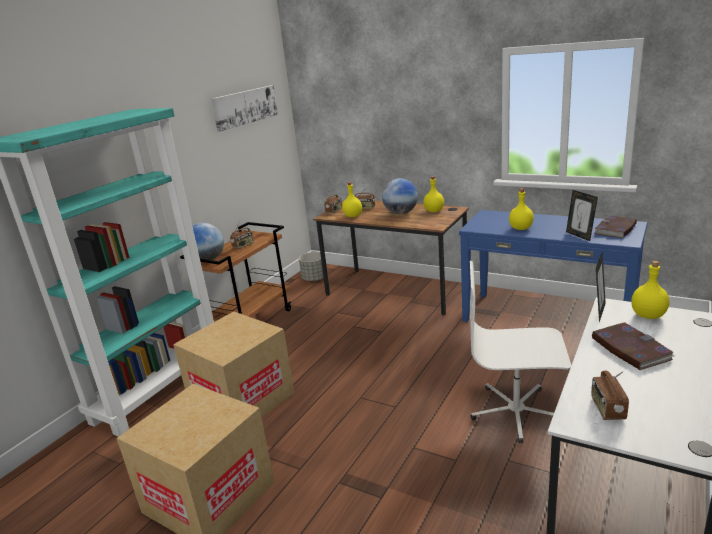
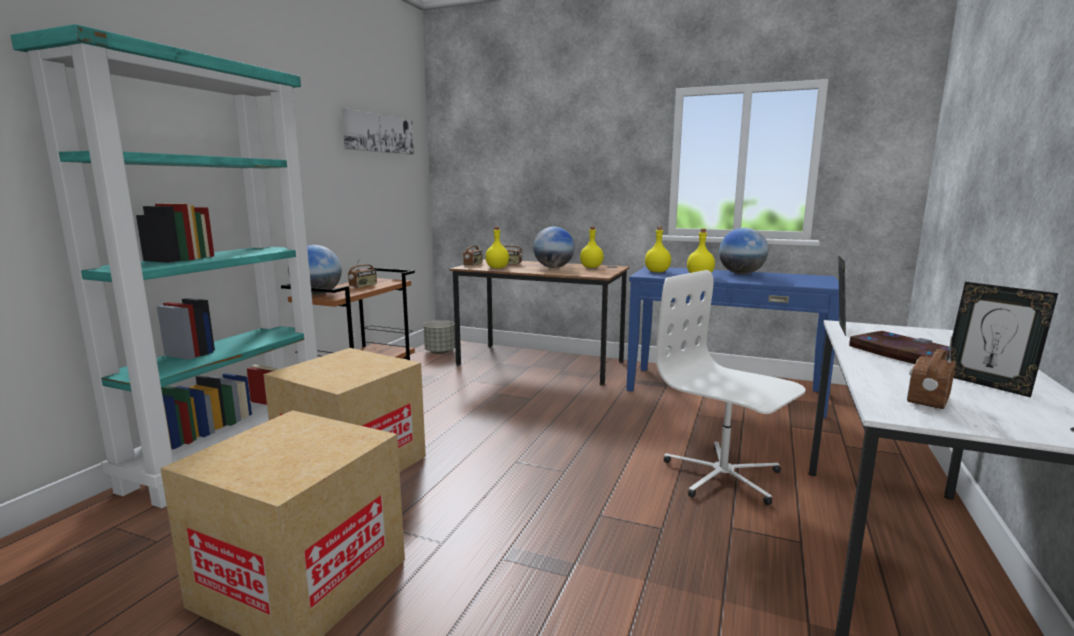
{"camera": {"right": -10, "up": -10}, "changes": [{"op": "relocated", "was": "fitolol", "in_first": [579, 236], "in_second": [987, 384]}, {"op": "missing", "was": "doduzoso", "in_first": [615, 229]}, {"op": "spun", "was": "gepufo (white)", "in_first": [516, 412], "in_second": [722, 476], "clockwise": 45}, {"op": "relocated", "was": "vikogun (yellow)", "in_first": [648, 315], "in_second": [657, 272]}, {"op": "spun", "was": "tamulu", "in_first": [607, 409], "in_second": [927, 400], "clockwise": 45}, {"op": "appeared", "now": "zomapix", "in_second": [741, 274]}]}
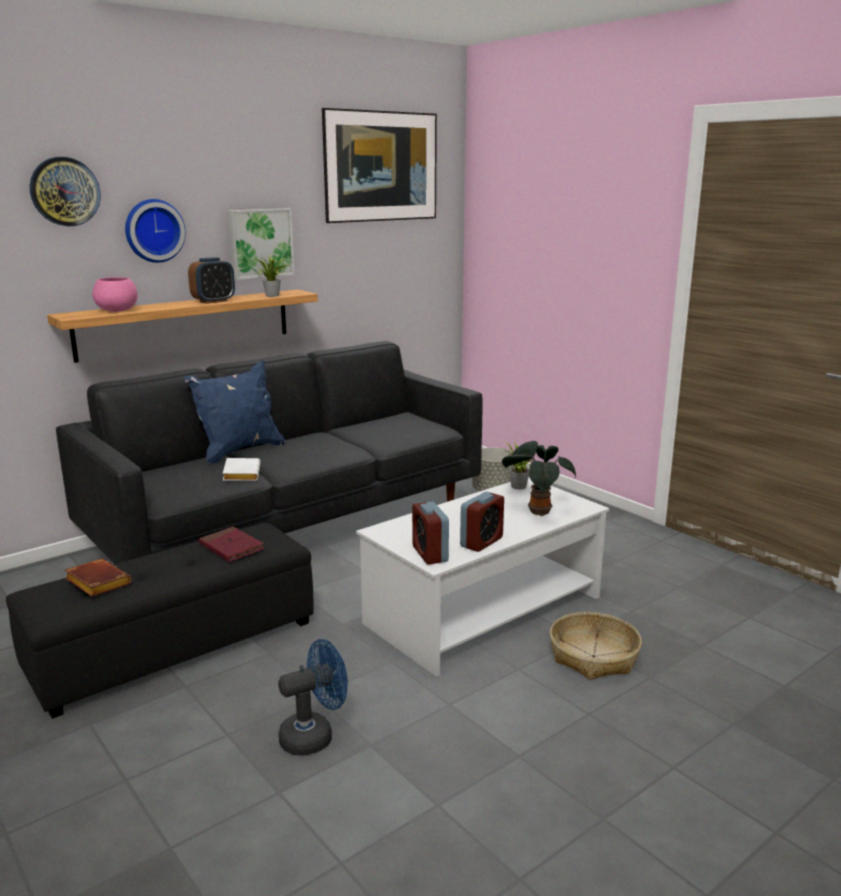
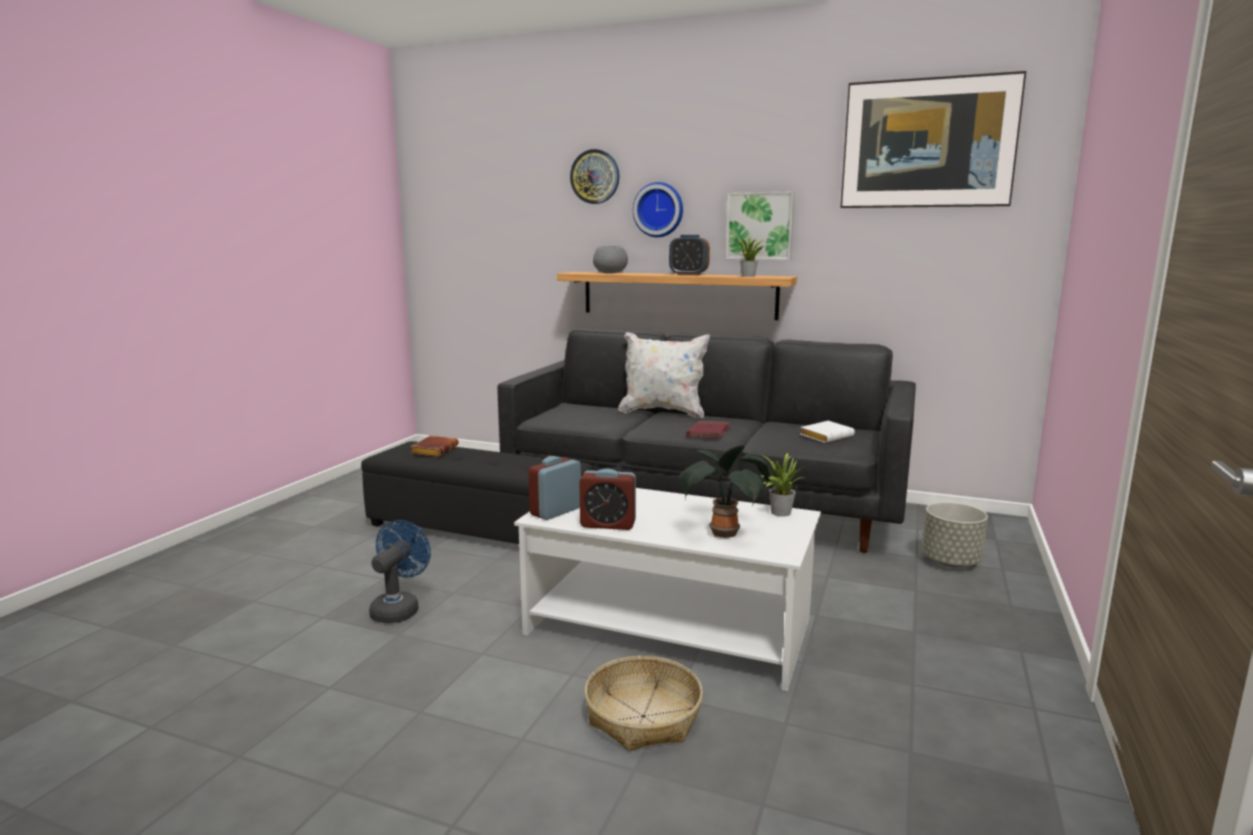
{"camera": {"right": 60, "up": -5}, "changes": [{"op": "colour", "was": "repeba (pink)", "now": "repeba (grey)", "in_first": [117, 310], "in_second": [610, 273]}, {"op": "colour", "was": "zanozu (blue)", "now": "zanozu (white)", "in_first": [239, 451], "in_second": [663, 412]}, {"op": "relocated", "was": "doduzoso (white)", "in_first": [240, 474], "in_second": [826, 436]}, {"op": "relocated", "was": "doduzoso (red)", "in_first": [231, 547], "in_second": [708, 432]}, {"op": "spun", "was": "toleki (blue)", "in_first": [314, 735], "in_second": [399, 608], "clockwise": -105}]}
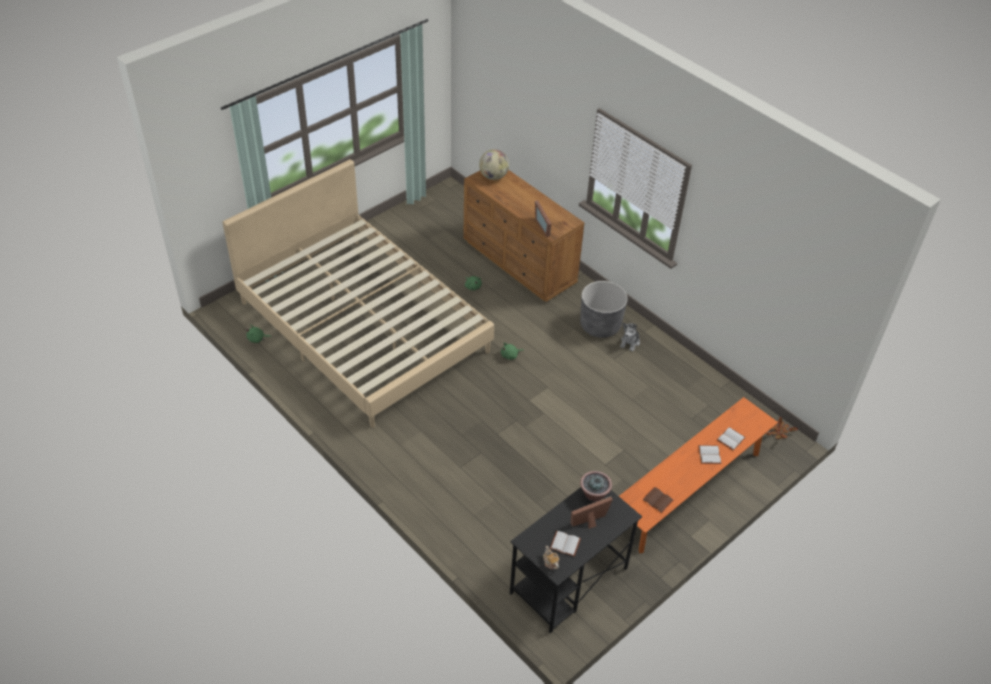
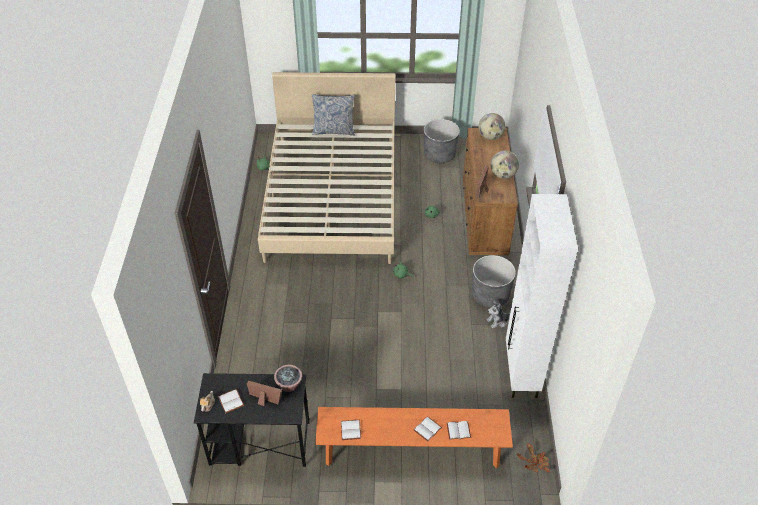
{"camera": {"right": 45, "up": 0}, "changes": [{"op": "colour", "was": "doduzoso (brown)", "now": "doduzoso (white)", "in_first": [658, 500], "in_second": [351, 430]}, {"op": "appeared", "now": "zanozu", "in_second": [334, 130]}, {"op": "appeared", "now": "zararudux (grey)", "in_second": [439, 155]}, {"op": "appeared", "now": "zomapix", "in_second": [503, 175]}, {"op": "appeared", "now": "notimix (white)", "in_second": [521, 373]}]}
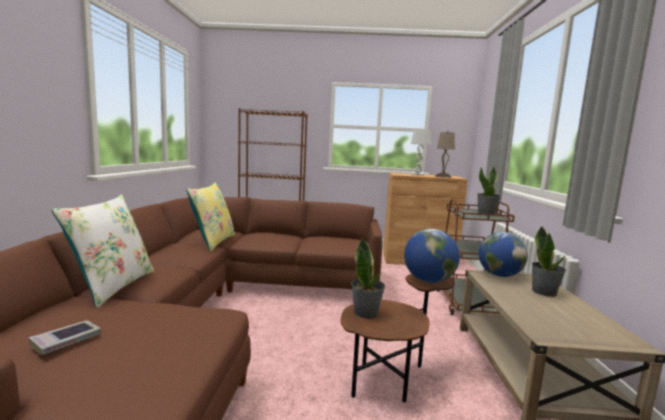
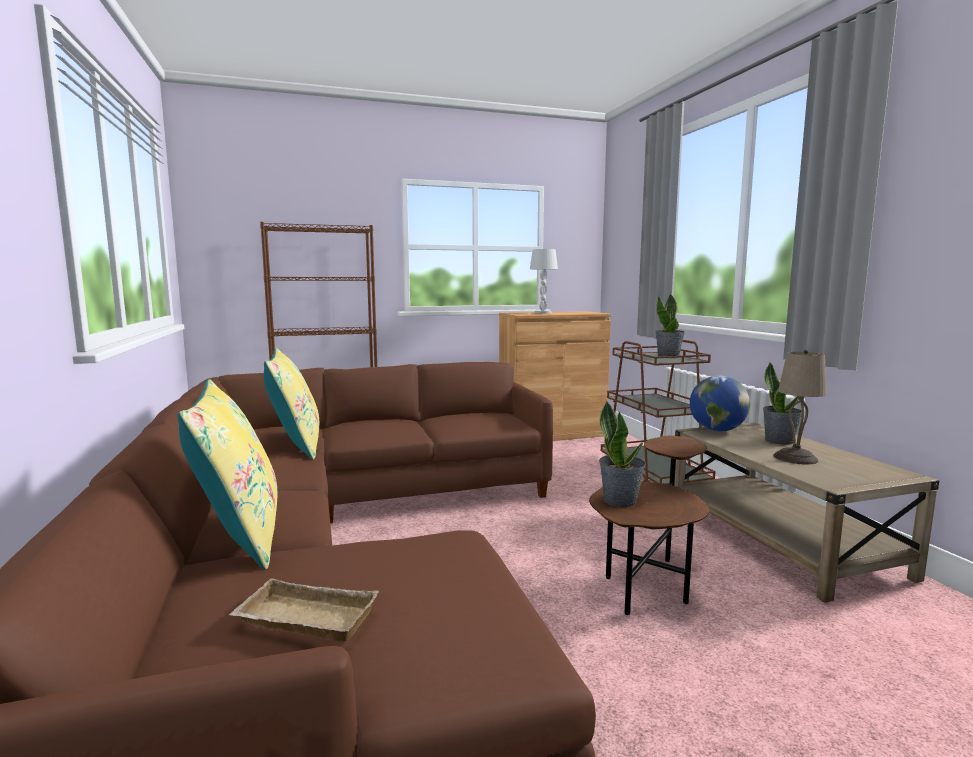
{"camera": {"right": -20, "up": 0}, "changes": [{"op": "relocated", "was": "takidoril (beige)", "in_first": [442, 176], "in_second": [794, 458]}, {"op": "colour", "was": "zanozu (white)", "now": "zanozu (yellow)", "in_first": [112, 286], "in_second": [240, 536]}, {"op": "missing", "was": "zomapix", "in_first": [428, 281]}, {"op": "exchanged", "was": "doduzoso", "now": "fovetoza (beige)", "in_first": [66, 341], "in_second": [303, 620]}]}
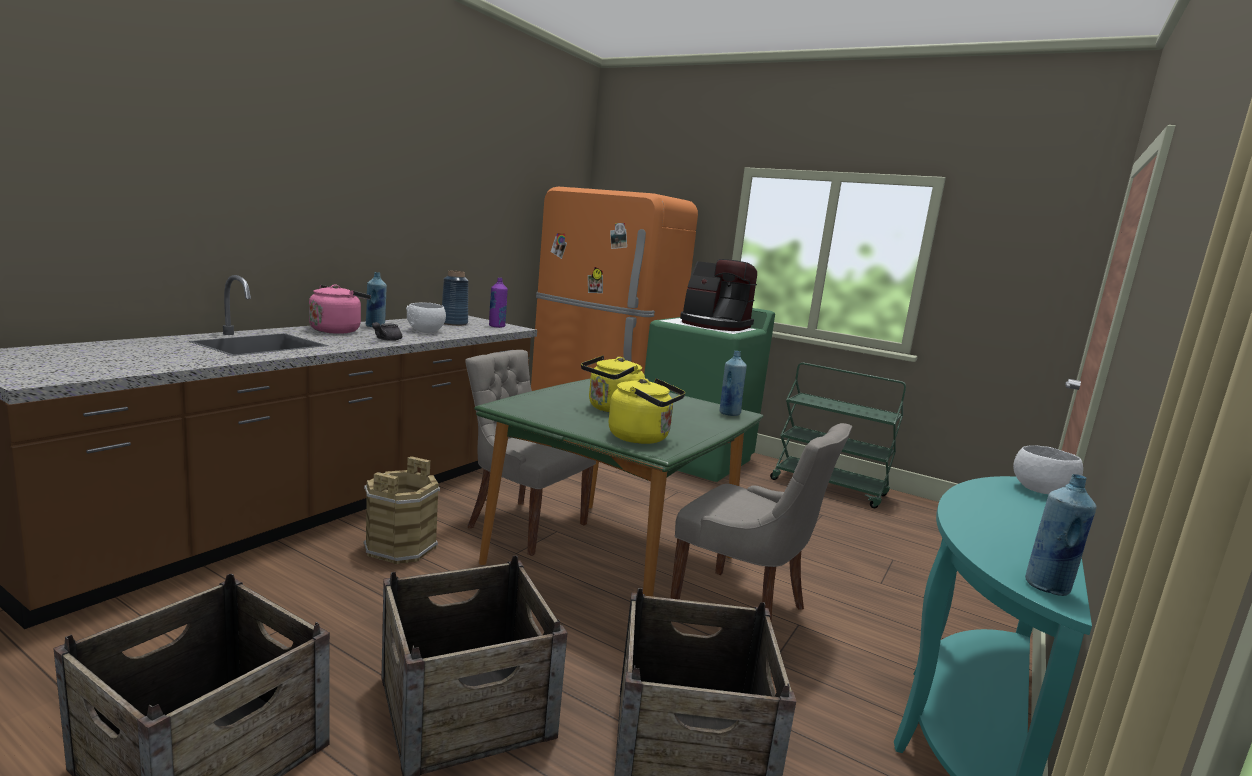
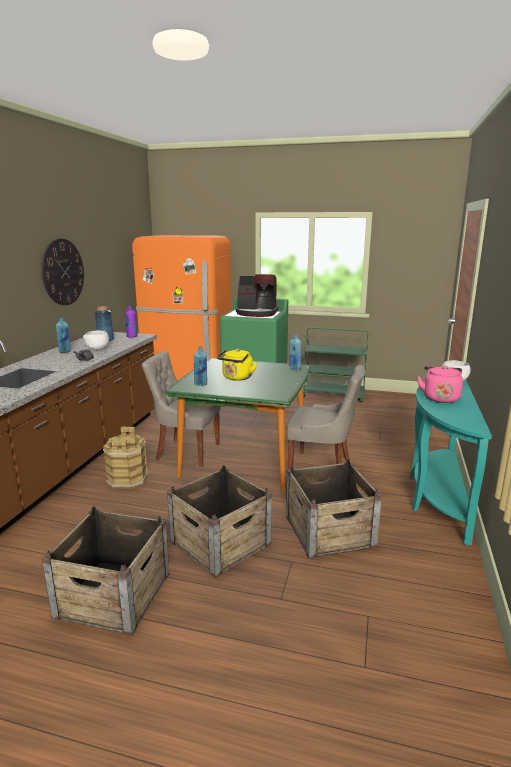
{"camera": {"right": -15, "up": 5}, "changes": [{"op": "relocated", "was": "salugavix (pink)", "in_first": [337, 330], "in_second": [440, 398]}, {"op": "missing", "was": "salugavix (yellow)", "in_first": [642, 438]}, {"op": "relocated", "was": "vikogun (blue)", "in_first": [1047, 587], "in_second": [201, 384]}, {"op": "appeared", "now": "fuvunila", "in_second": [63, 272]}]}
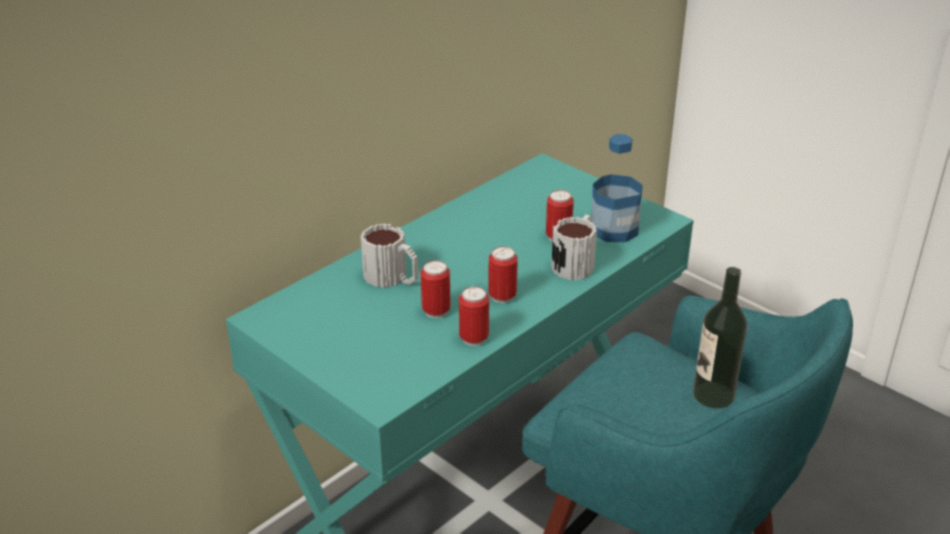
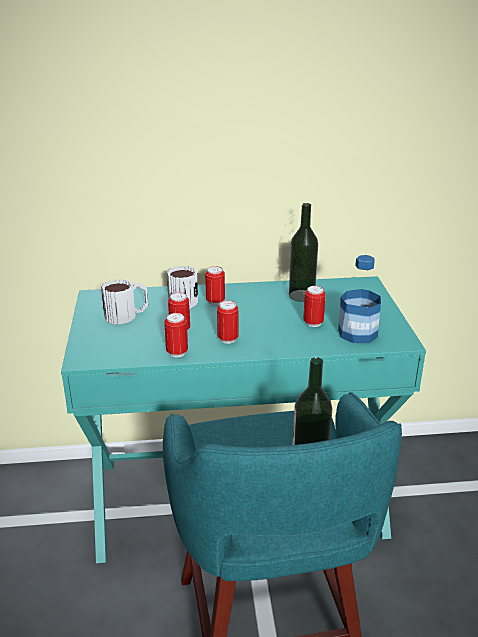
{"camera": {"right": 40, "up": -5}, "changes": [{"op": "relocated", "was": "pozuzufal", "in_first": [576, 263], "in_second": [127, 315]}, {"op": "appeared", "now": "vikogun", "in_second": [301, 295]}, {"op": "appeared", "now": "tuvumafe", "in_second": [215, 302]}]}
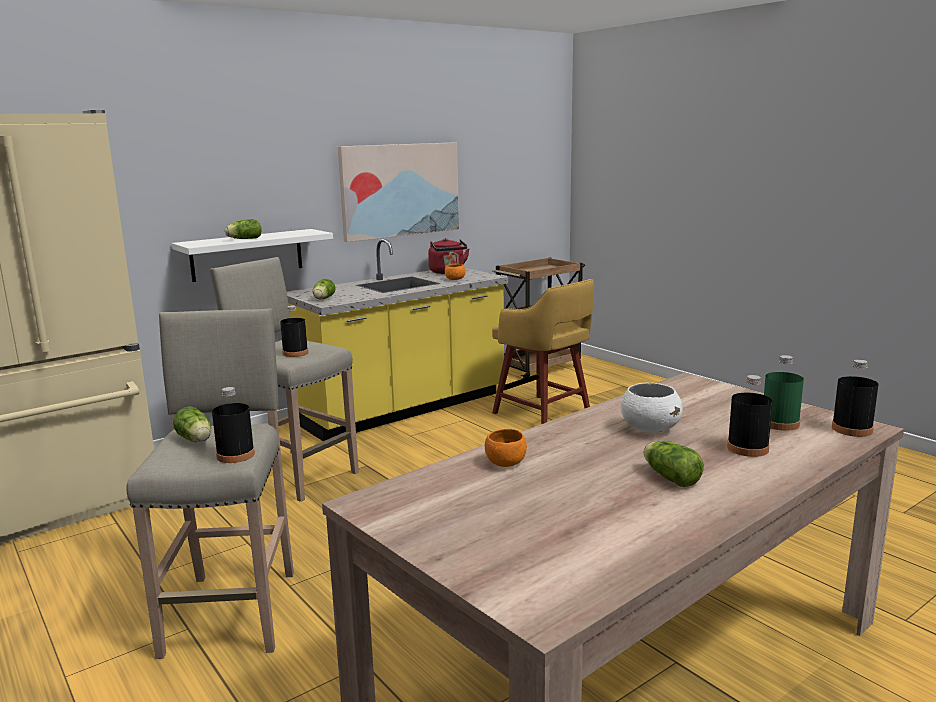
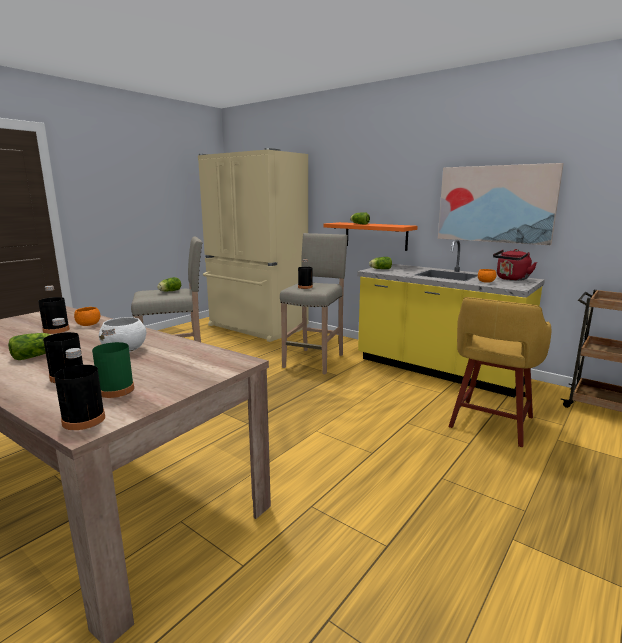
{"camera": {"right": 75, "up": 0}, "changes": [{"op": "colour", "was": "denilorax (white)", "now": "denilorax (orange)", "in_first": [247, 255], "in_second": [375, 236]}, {"op": "relocated", "was": "vikogun (black)", "in_first": [235, 455], "in_second": [56, 330]}]}
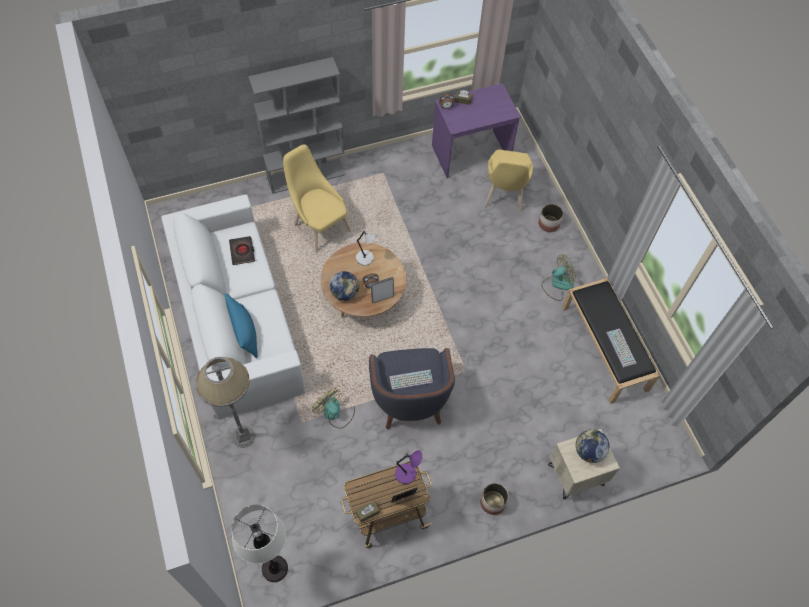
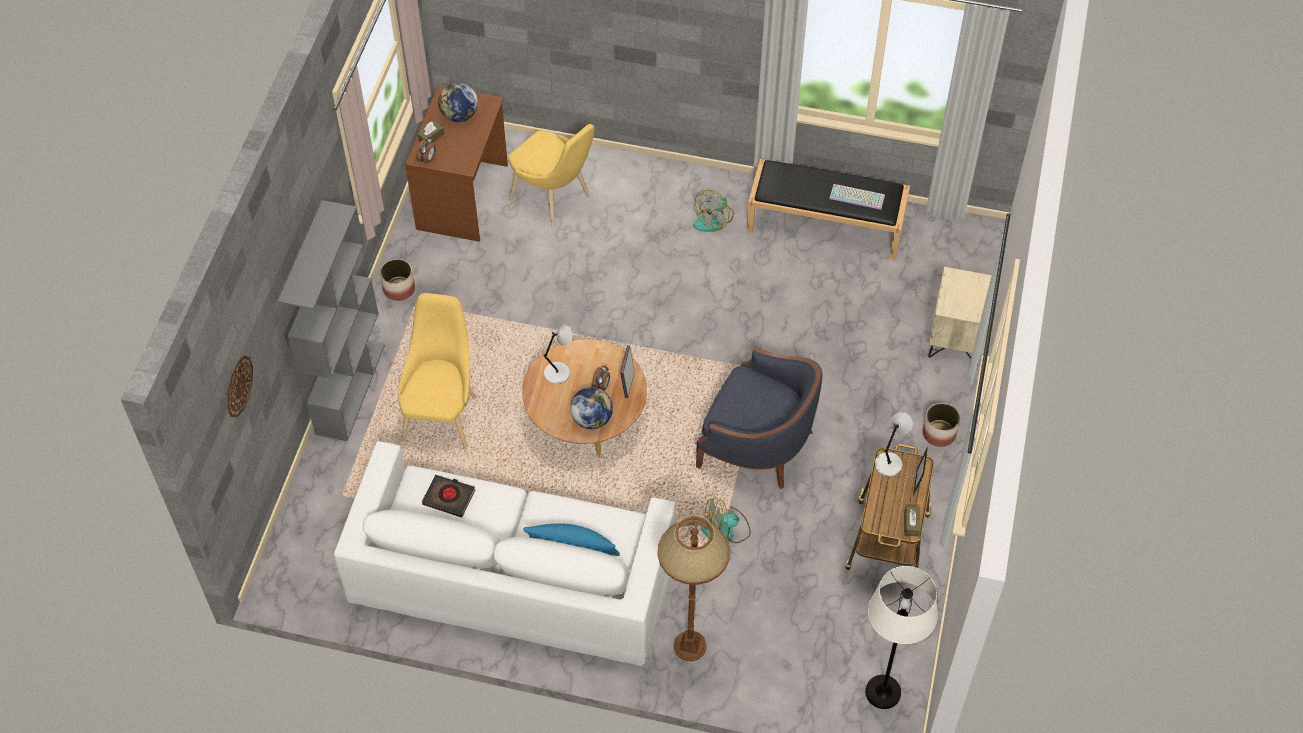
{"camera": {"right": -55, "up": -5}, "changes": [{"op": "colour", "was": "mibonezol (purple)", "now": "mibonezol (brown)", "in_first": [471, 154], "in_second": [463, 197]}, {"op": "spun", "was": "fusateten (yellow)", "in_first": [319, 226], "in_second": [442, 414], "clockwise": 105}, {"op": "relocated", "was": "zararudux", "in_first": [549, 223], "in_second": [399, 288]}, {"op": "spun", "was": "toleki", "in_first": [557, 284], "in_second": [714, 219], "clockwise": -150}, {"op": "colour", "was": "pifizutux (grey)", "now": "pifizutux (brown)", "in_first": [243, 436], "in_second": [689, 645]}, {"op": "missing", "was": "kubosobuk", "in_first": [410, 380]}, {"op": "relocated", "was": "zomapix", "in_first": [588, 451], "in_second": [459, 116]}, {"op": "colour", "was": "takidoril (purple)", "now": "takidoril (grey)", "in_first": [407, 474], "in_second": [889, 463]}, {"op": "appeared", "now": "fuvunila", "in_second": [238, 386]}]}
